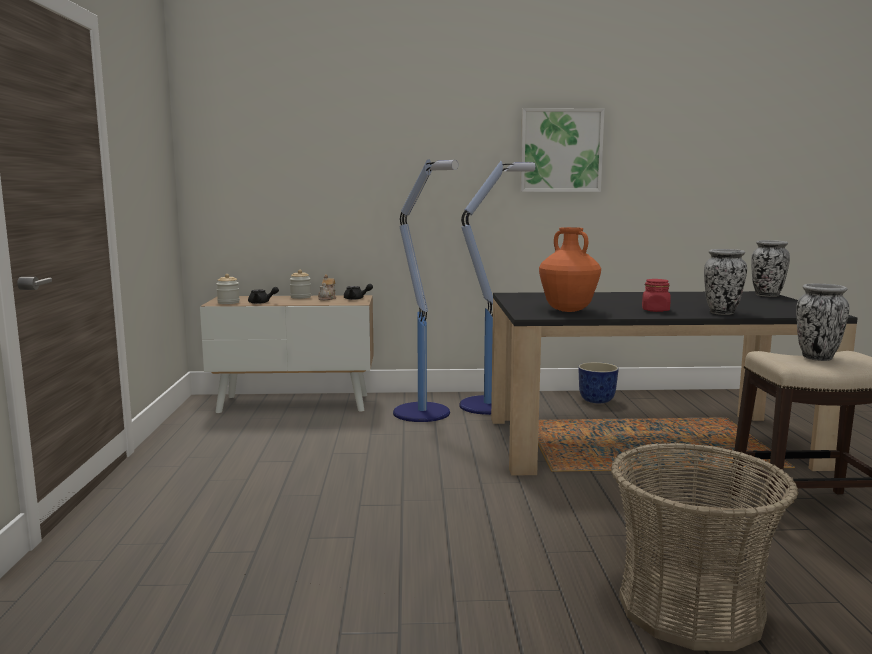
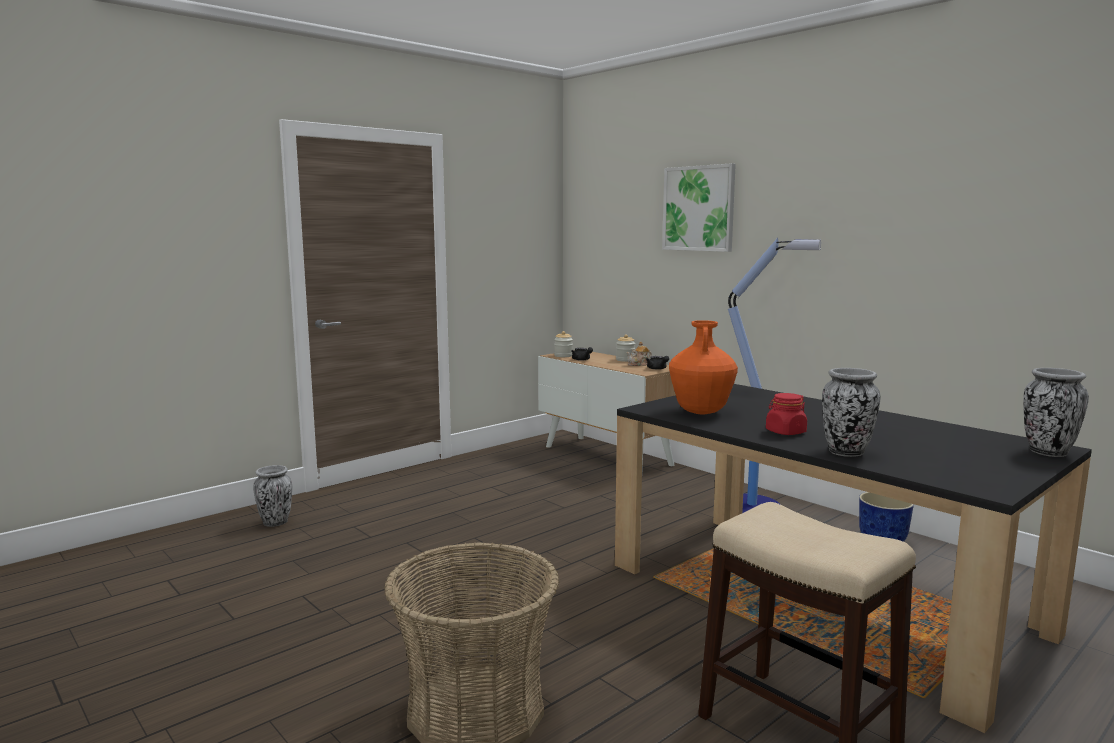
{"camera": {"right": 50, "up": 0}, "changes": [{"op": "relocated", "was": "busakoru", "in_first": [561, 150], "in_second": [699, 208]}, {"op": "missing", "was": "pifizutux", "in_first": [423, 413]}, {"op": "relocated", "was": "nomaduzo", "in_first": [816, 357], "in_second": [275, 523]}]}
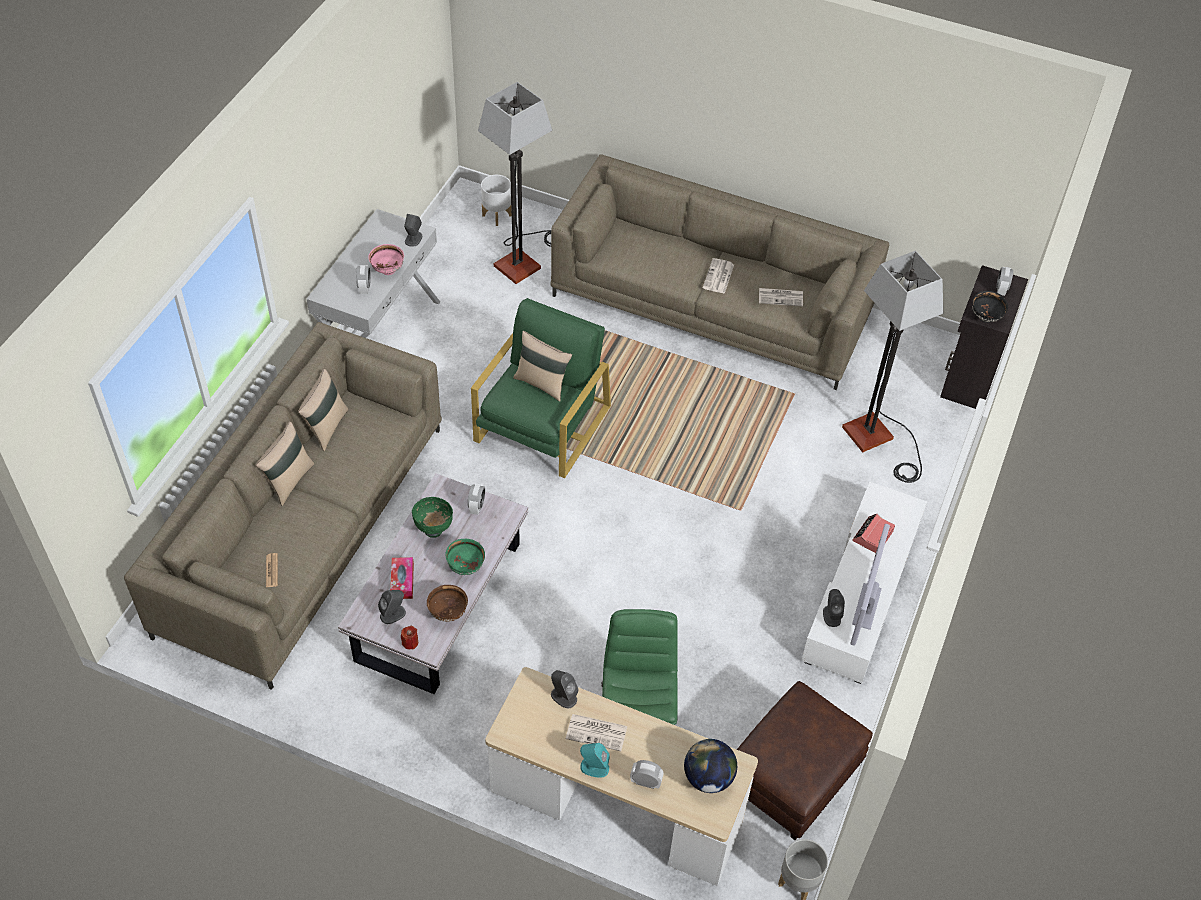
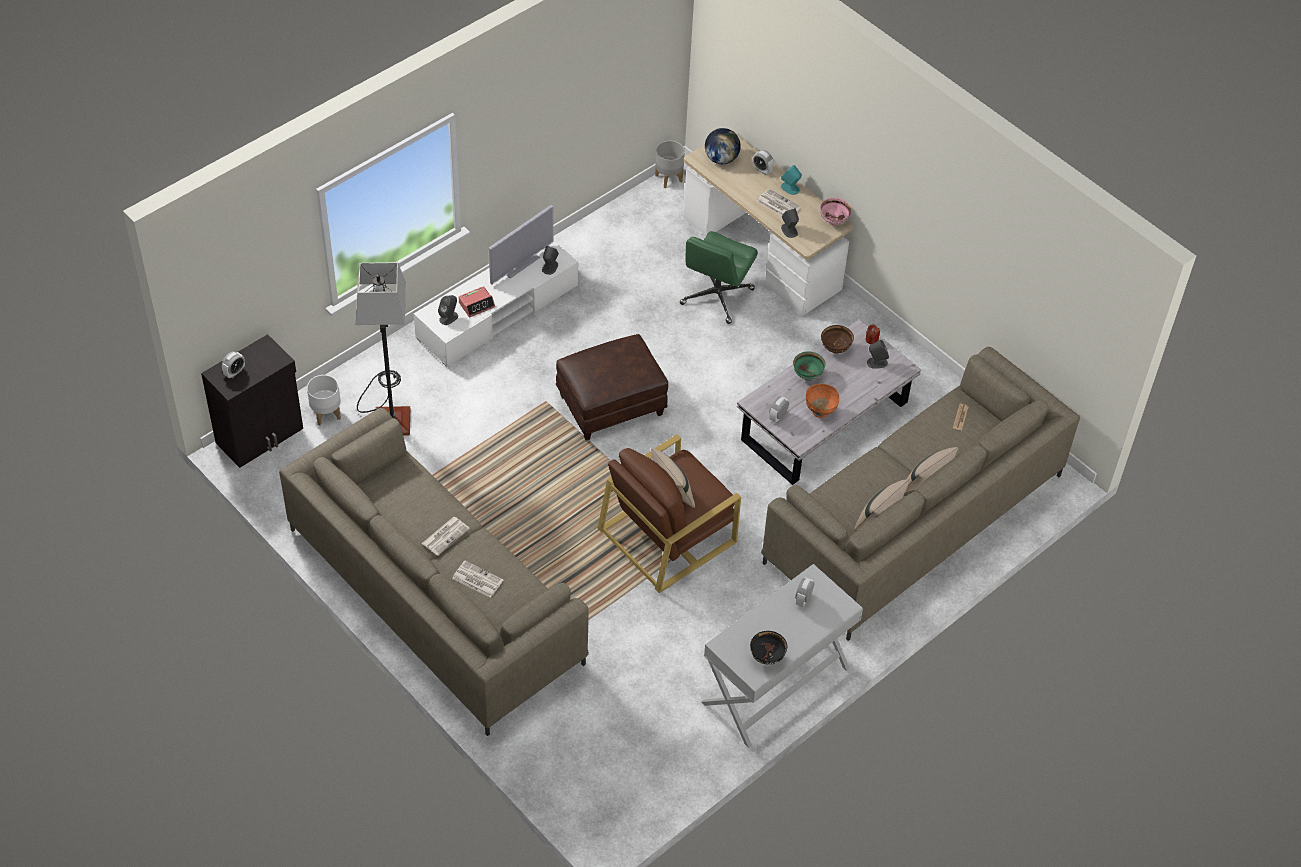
{"camera": {"right": -155, "up": 0}, "changes": [{"op": "missing", "was": "pifizutux", "in_first": [524, 259]}, {"op": "relocated", "was": "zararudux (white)", "in_first": [497, 215], "in_second": [326, 414]}, {"op": "relocated", "was": "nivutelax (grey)", "in_first": [413, 239], "in_second": [448, 317]}, {"op": "relocated", "was": "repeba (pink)", "in_first": [387, 270], "in_second": [834, 221]}, {"op": "relocated", "was": "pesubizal", "in_first": [781, 297], "in_second": [477, 579]}, {"op": "relocated", "was": "repeba (black)", "in_first": [986, 318], "in_second": [766, 657]}, {"op": "colour", "was": "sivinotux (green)", "now": "sivinotux (brown)", "in_first": [542, 424], "in_second": [668, 534]}, {"op": "colour", "was": "repeba (green)", "now": "repeba (orange)", "in_first": [434, 529], "in_second": [820, 412]}, {"op": "missing", "was": "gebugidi", "in_first": [402, 581]}, {"op": "relocated", "was": "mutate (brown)", "in_first": [793, 778], "in_second": [611, 404]}]}
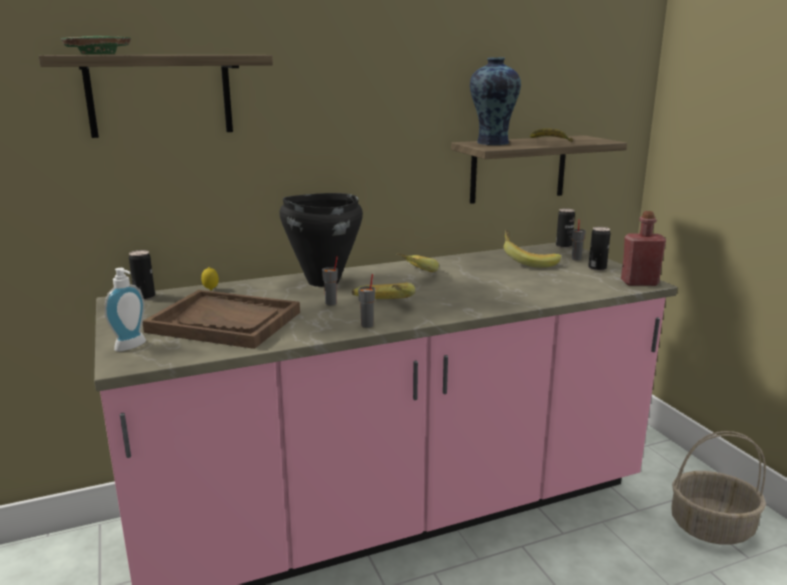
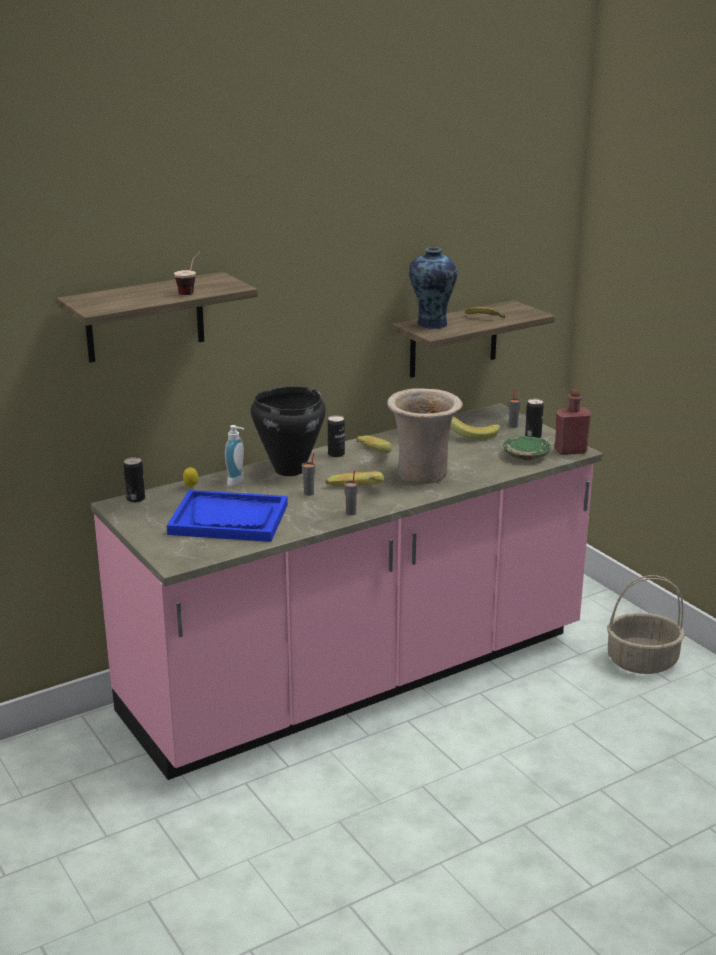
{"camera": {"right": -10, "up": 5}, "changes": [{"op": "relocated", "was": "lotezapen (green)", "in_first": [98, 54], "in_second": [526, 455]}, {"op": "relocated", "was": "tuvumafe", "in_first": [563, 245], "in_second": [336, 454]}, {"op": "relocated", "was": "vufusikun", "in_first": [132, 346], "in_second": [238, 482]}, {"op": "colour", "was": "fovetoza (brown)", "now": "fovetoza (blue)", "in_first": [225, 322], "in_second": [229, 519]}, {"op": "appeared", "now": "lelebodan", "in_second": [191, 291]}, {"op": "appeared", "now": "nomaduzo (beige)", "in_second": [423, 475]}]}
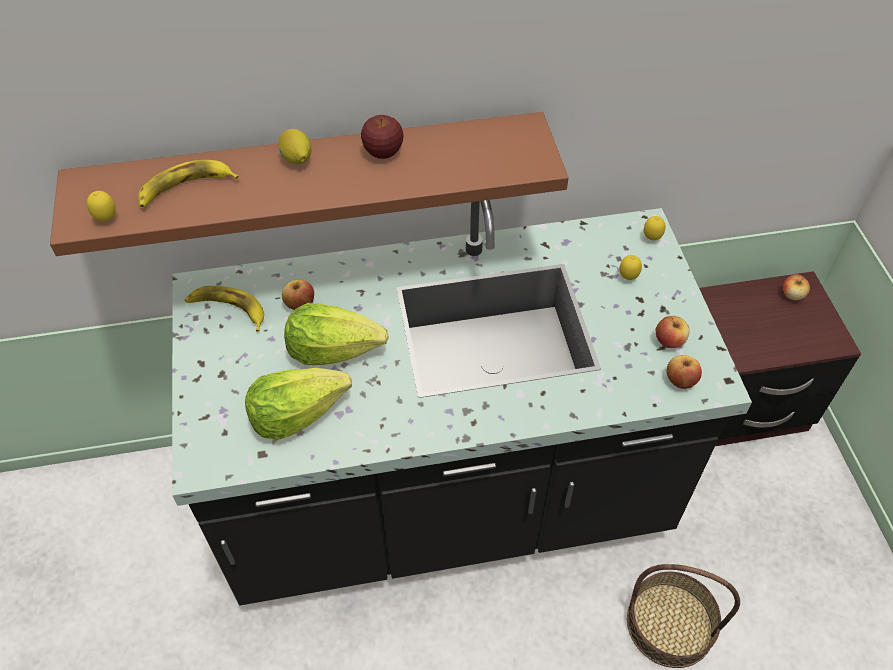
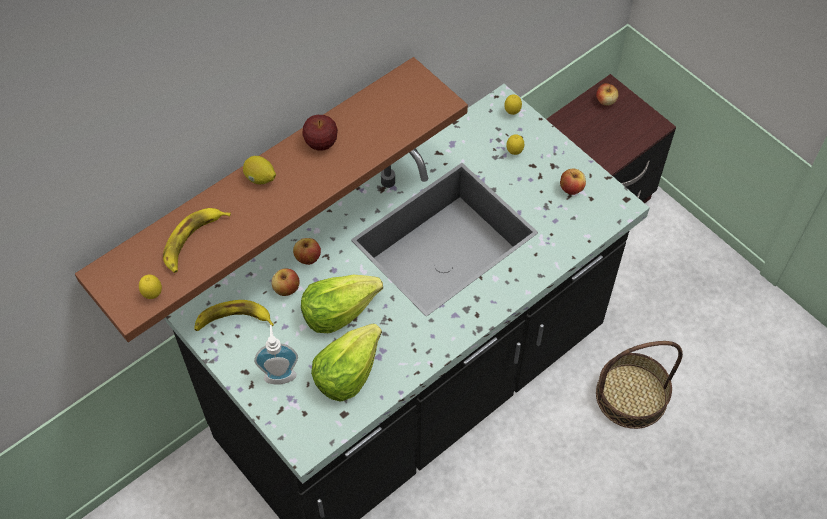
{"camera": {"right": -30, "up": 5}, "changes": [{"op": "relocated", "was": "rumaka", "in_first": [680, 380], "in_second": [308, 258]}, {"op": "appeared", "now": "vufusikun", "in_second": [280, 373]}]}
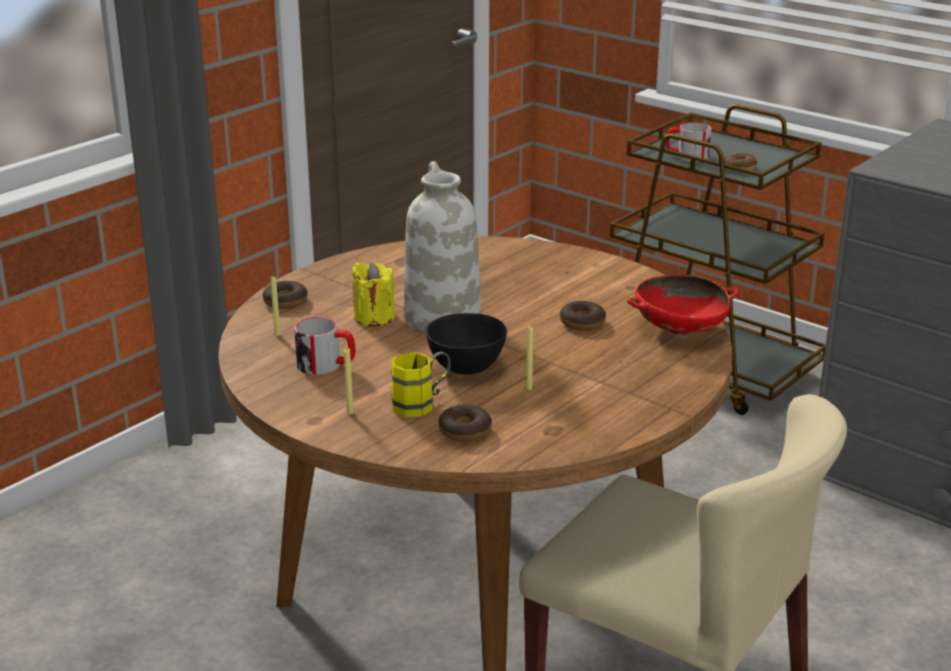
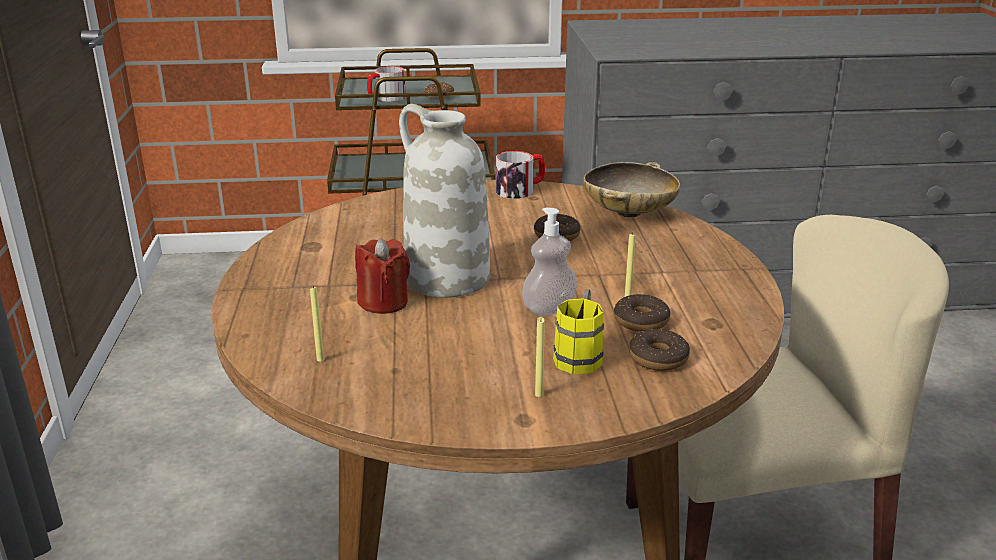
{"camera": {"right": -45, "up": 0}, "changes": [{"op": "colour", "was": "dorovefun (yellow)", "now": "dorovefun (red)", "in_first": [374, 317], "in_second": [383, 302]}, {"op": "colour", "was": "repeba (red)", "now": "repeba (beige)", "in_first": [680, 330], "in_second": [629, 213]}, {"op": "relocated", "was": "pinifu", "in_first": [285, 301], "in_second": [641, 321]}, {"op": "exchanged", "was": "repeba (black)", "now": "vufusikun", "in_first": [465, 368], "in_second": [549, 308]}, {"op": "relocated", "was": "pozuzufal", "in_first": [326, 365], "in_second": [521, 190]}]}
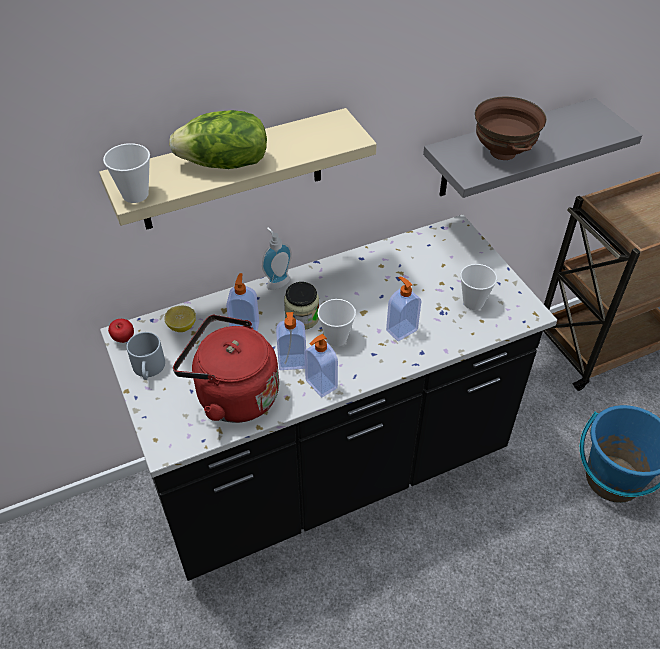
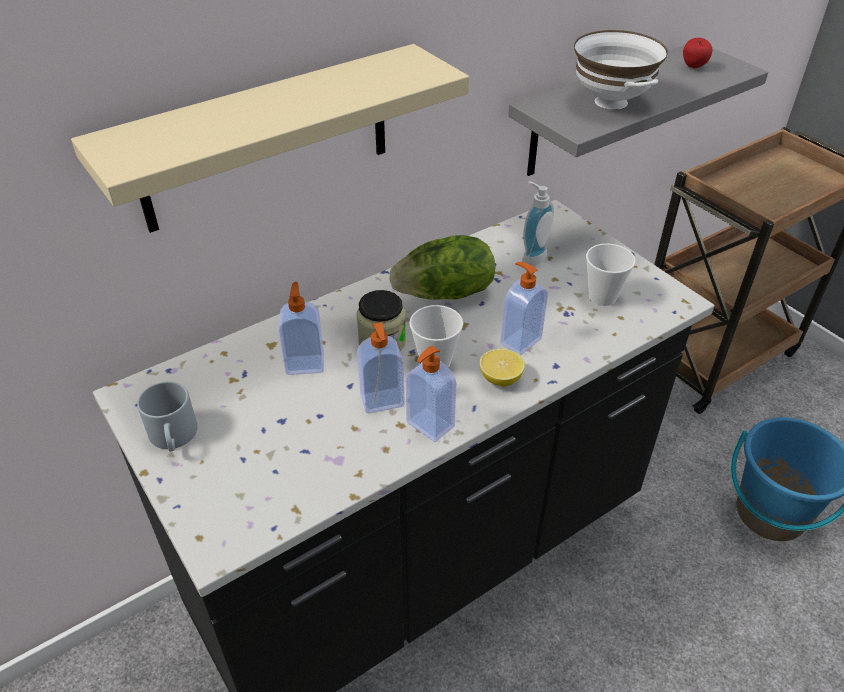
{"camera": {"right": -10, "up": -5}, "changes": [{"op": "colour", "was": "repeba (brown)", "now": "repeba (white)", "in_first": [503, 152], "in_second": [612, 102]}, {"op": "relocated", "was": "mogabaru", "in_first": [225, 164], "in_second": [445, 294]}, {"op": "missing", "was": "lelebodan", "in_first": [135, 195]}, {"op": "relocated", "was": "vufusikun", "in_first": [276, 281], "in_second": [531, 257]}, {"op": "relocated", "was": "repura", "in_first": [182, 326], "in_second": [500, 378]}, {"op": "missing", "was": "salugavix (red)", "in_first": [232, 395]}, {"op": "relocated", "was": "rumaka", "in_first": [123, 340], "in_second": [693, 67]}]}
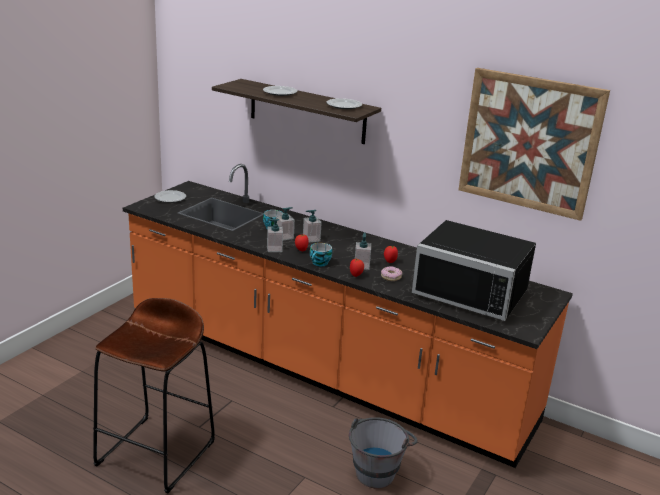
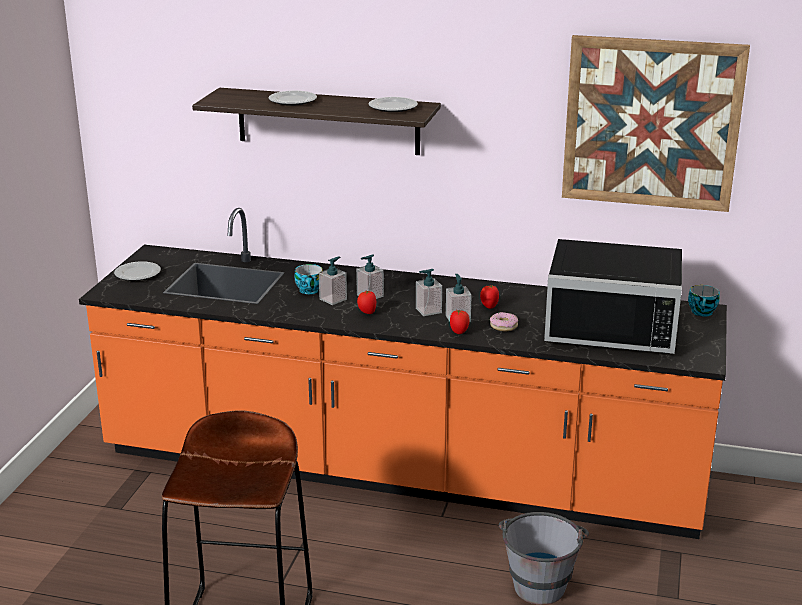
{"camera": {"right": -15, "up": 0}, "changes": [{"op": "relocated", "was": "vufusikun", "in_first": [274, 249], "in_second": [428, 310]}, {"op": "relocated", "was": "lelebodan", "in_first": [320, 263], "in_second": [702, 313]}]}
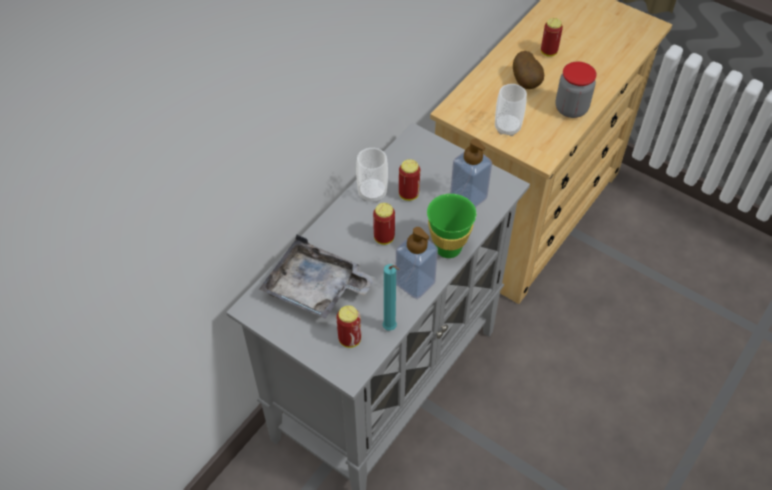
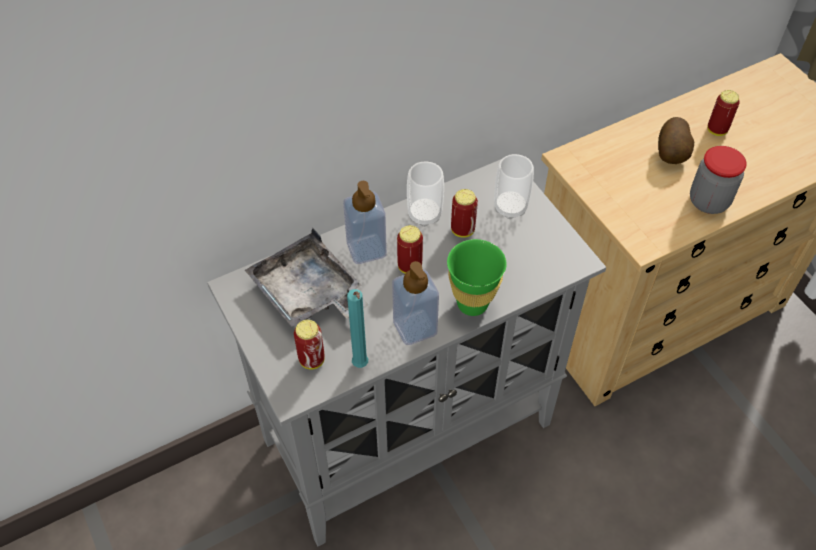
{"camera": {"right": 25, "up": 0}, "changes": [{"op": "relocated", "was": "lelebodan", "in_first": [507, 127], "in_second": [510, 207]}, {"op": "relocated", "was": "vufusikun", "in_first": [468, 197], "in_second": [366, 249]}]}
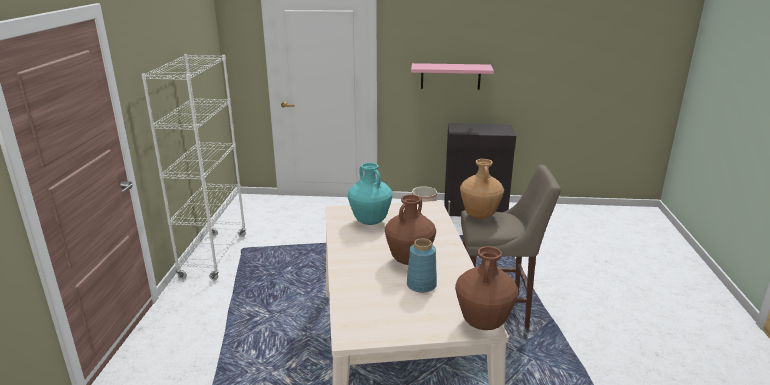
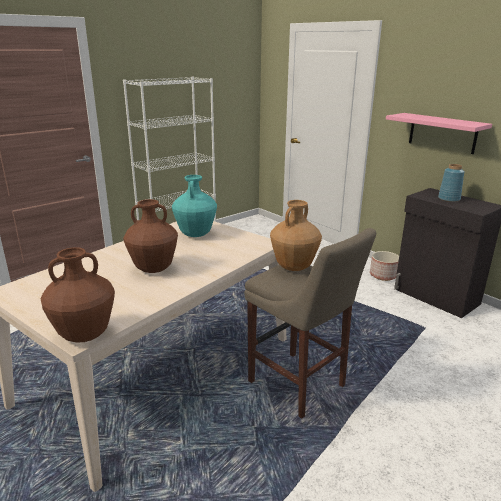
{"camera": {"right": 45, "up": 0}, "changes": [{"op": "relocated", "was": "nomaduzo (blue)", "in_first": [421, 285], "in_second": [449, 199]}]}
